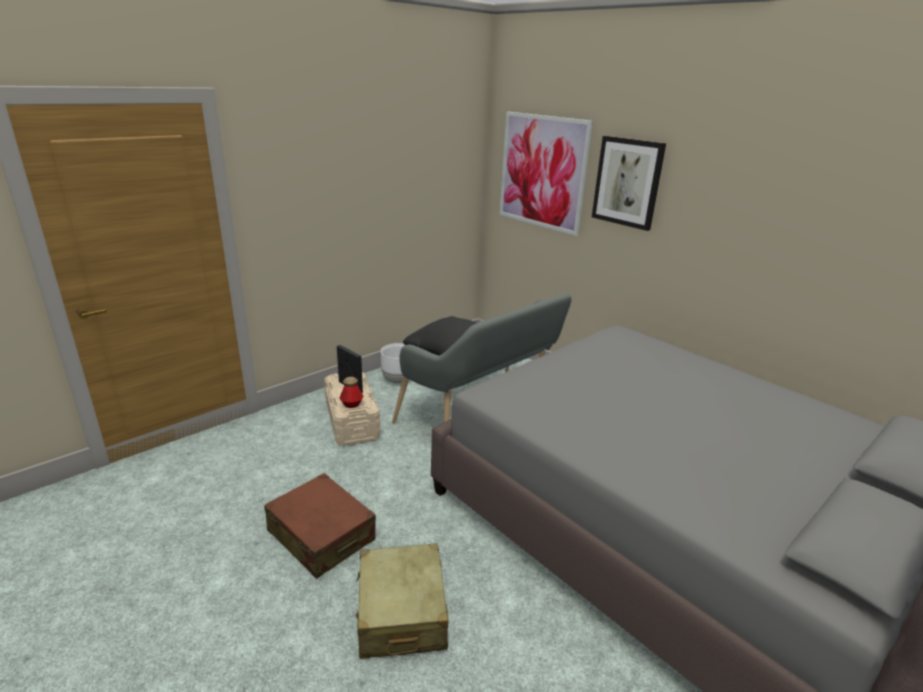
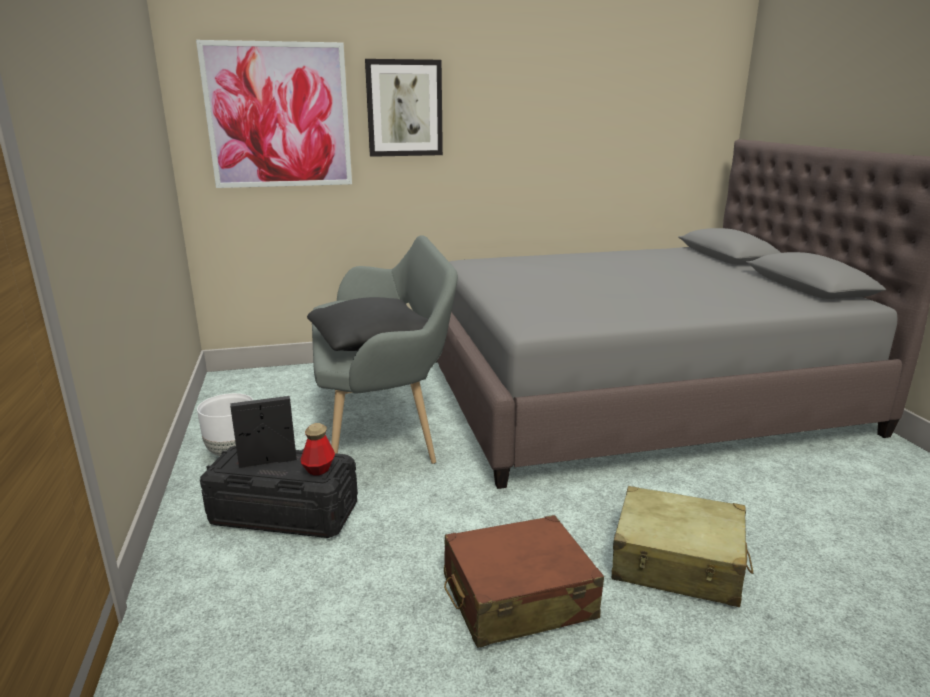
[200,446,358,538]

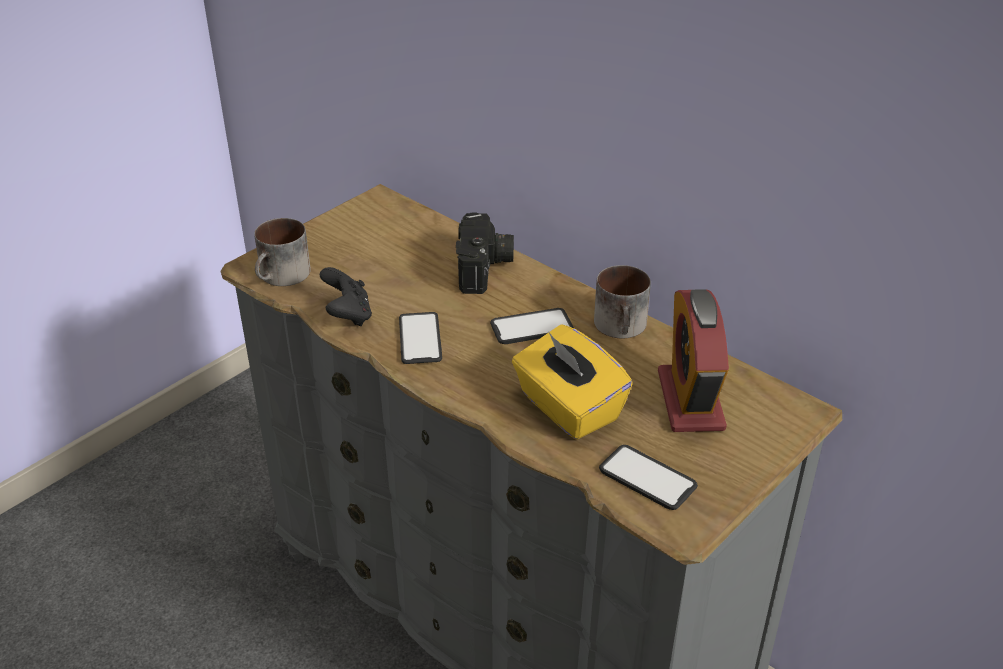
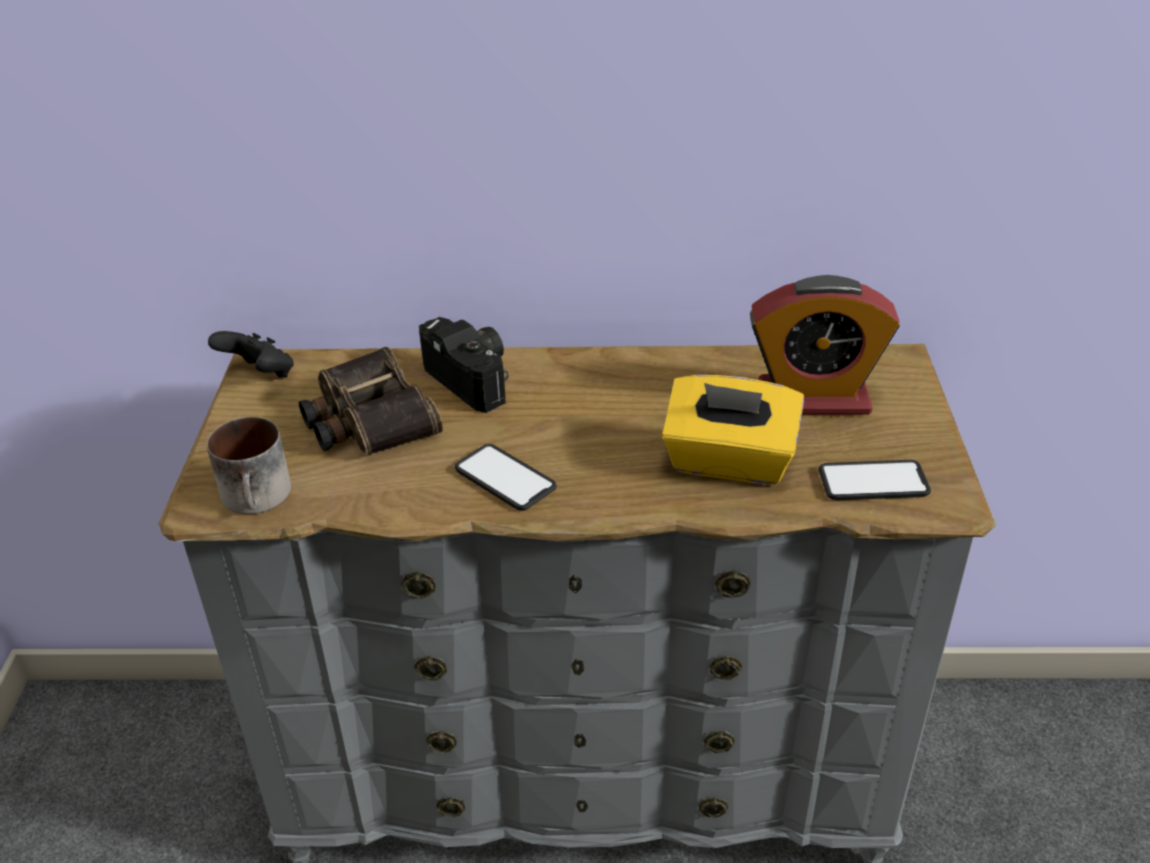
[208,331,294,378]
[490,308,574,344] (first image)
[594,265,651,338] (first image)
[750,275,900,415]
[299,347,443,456]

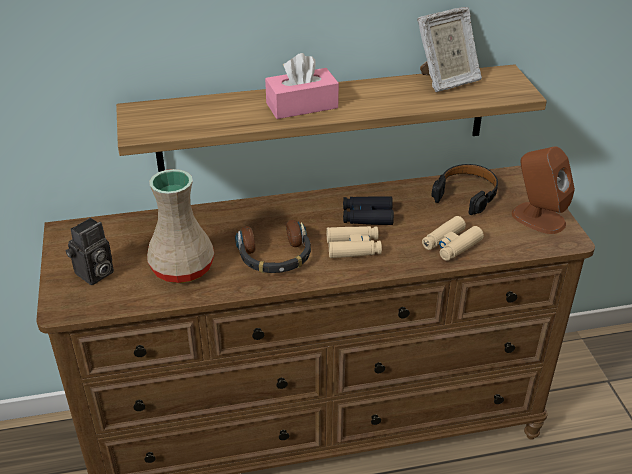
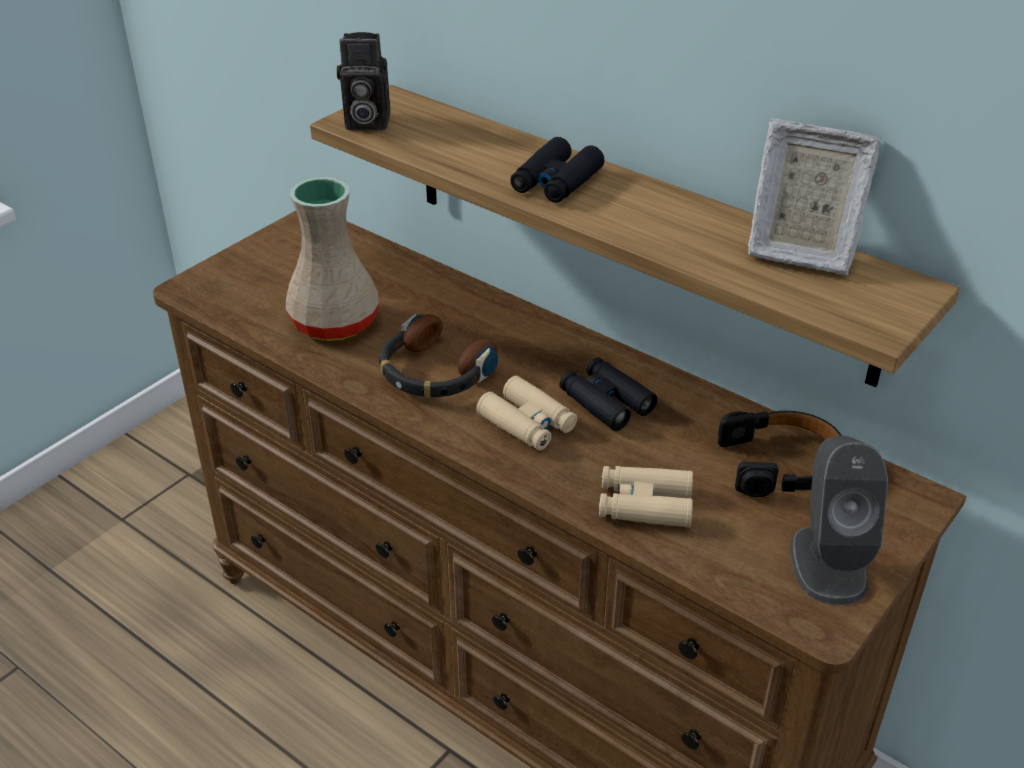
[337,32,390,130]
[510,137,604,203]
[790,435,888,605]

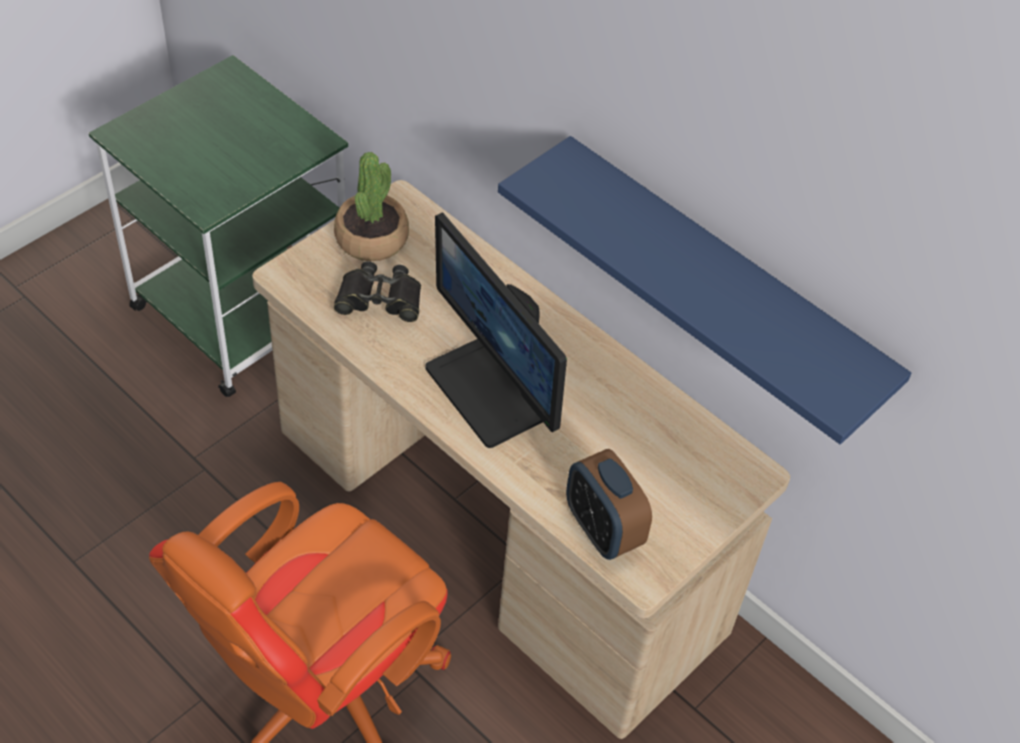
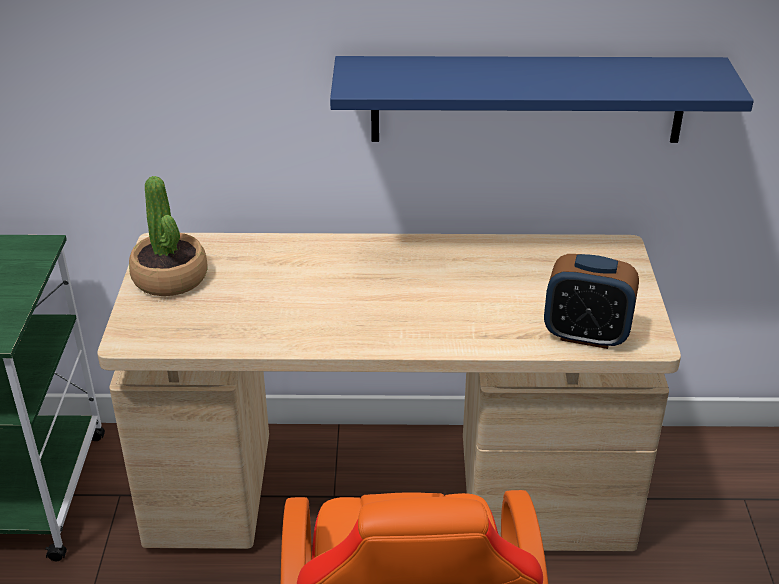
[334,261,421,322] (first image)
[425,212,567,448] (first image)

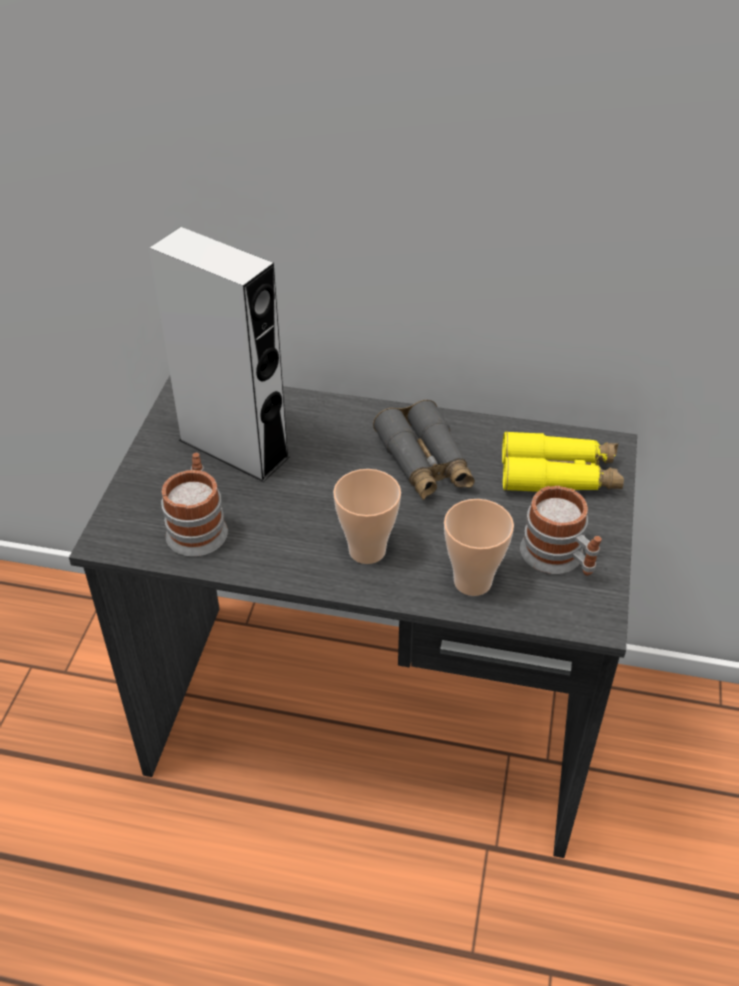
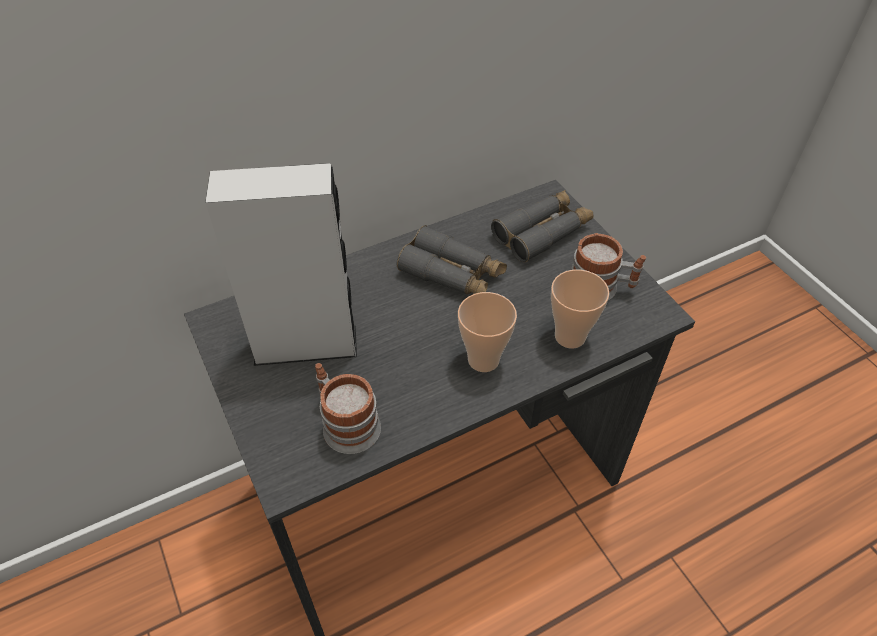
[491,190,594,262]

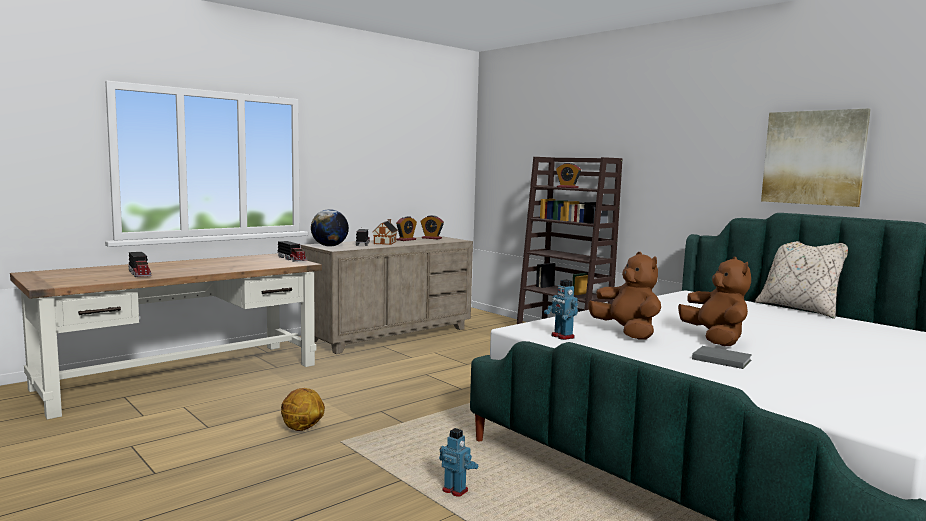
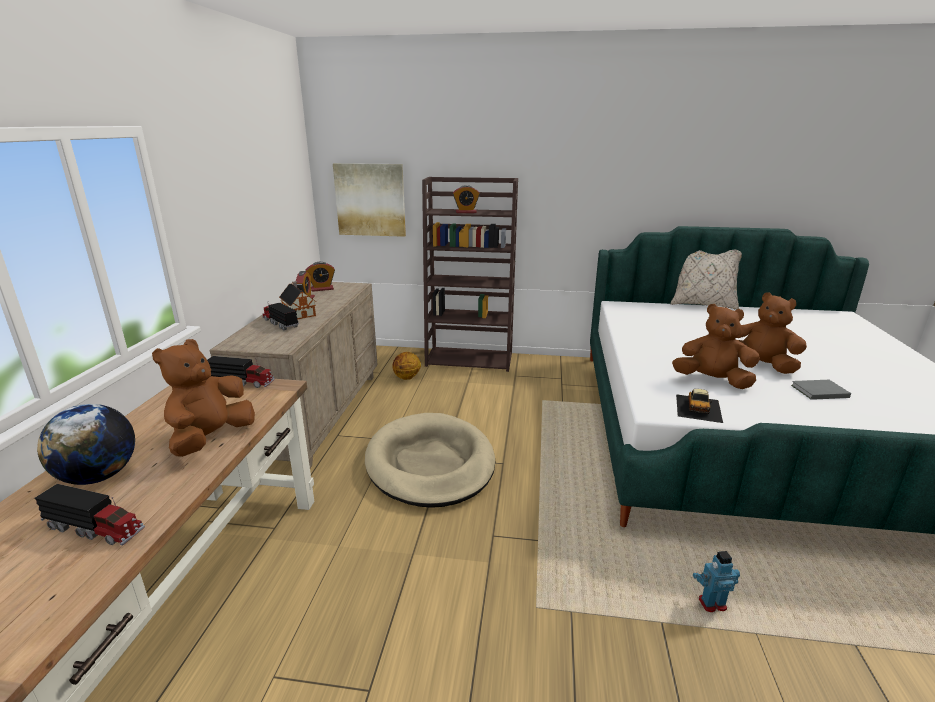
[392,352,421,380]
[37,404,135,485]
[676,389,723,423]
[333,163,406,237]
[152,339,255,457]
[365,413,495,508]

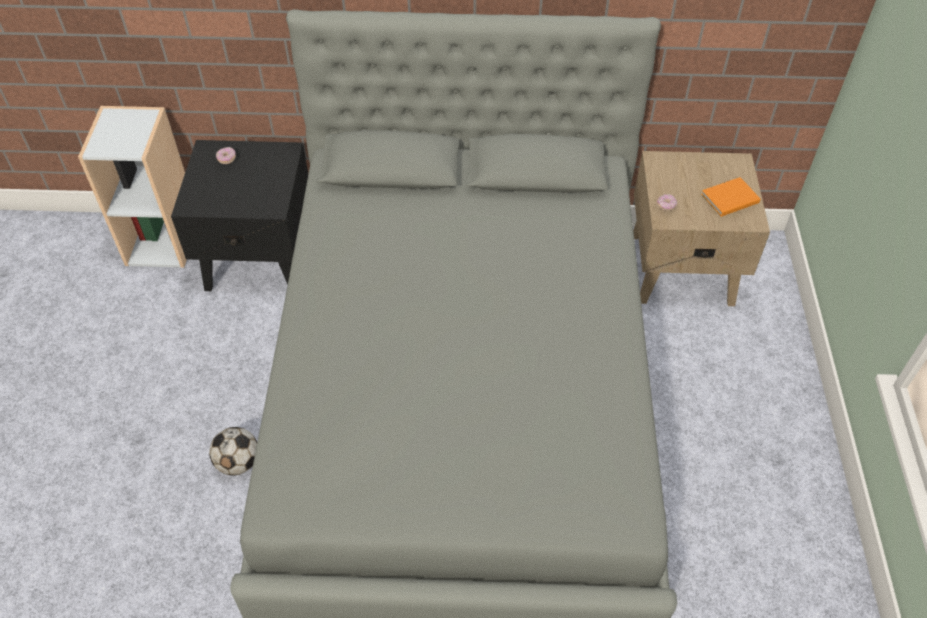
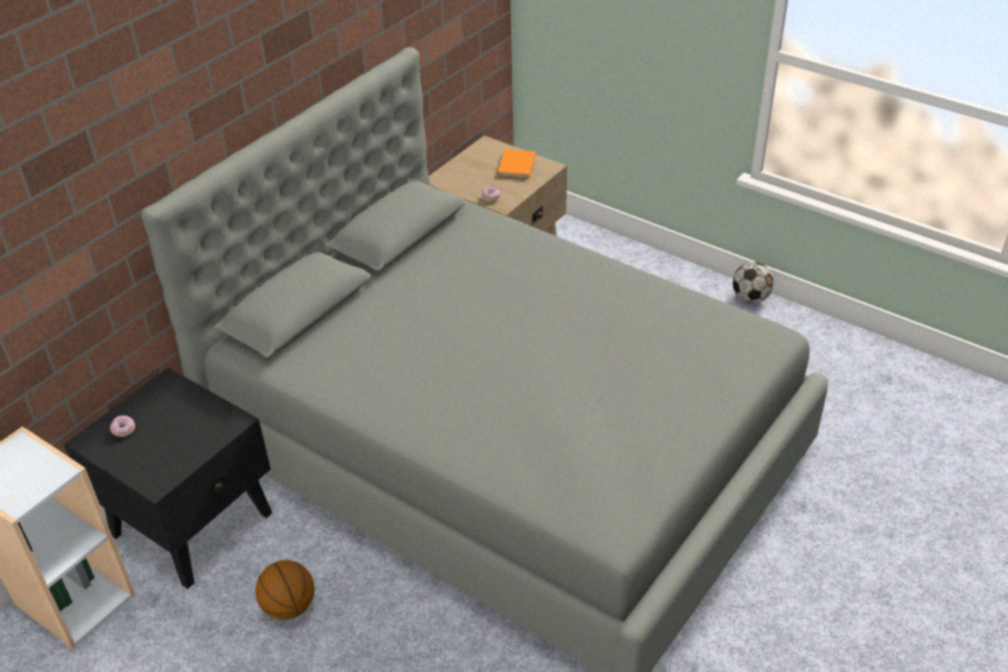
[733,262,774,303]
[255,560,314,620]

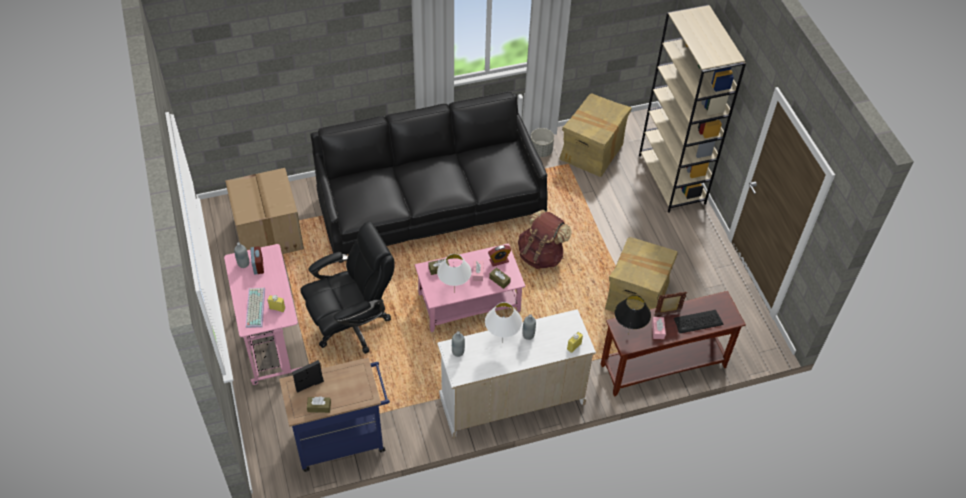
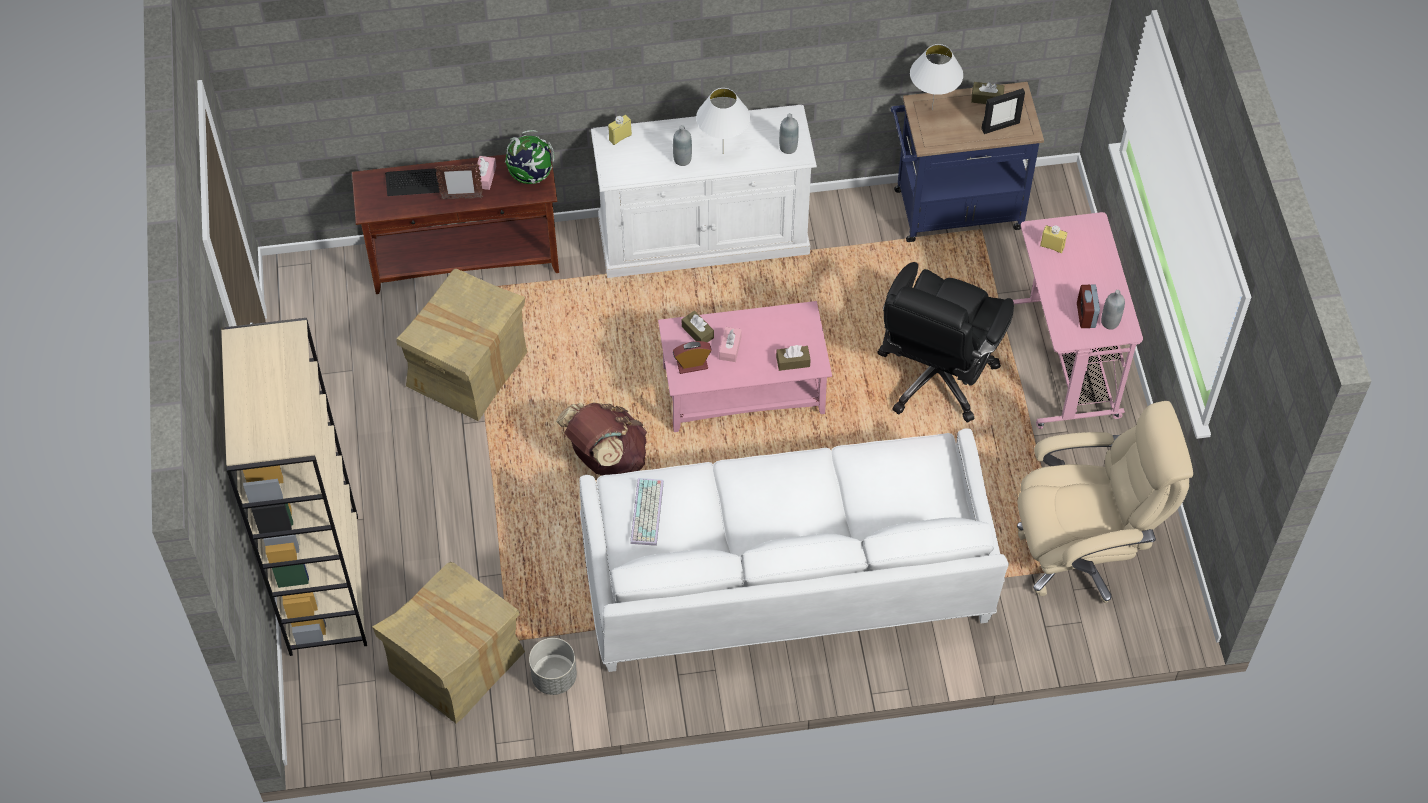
[1017,401,1193,603]
[630,478,664,546]
[878,262,1014,423]
[579,428,1009,672]
[910,44,963,110]
[505,130,554,184]

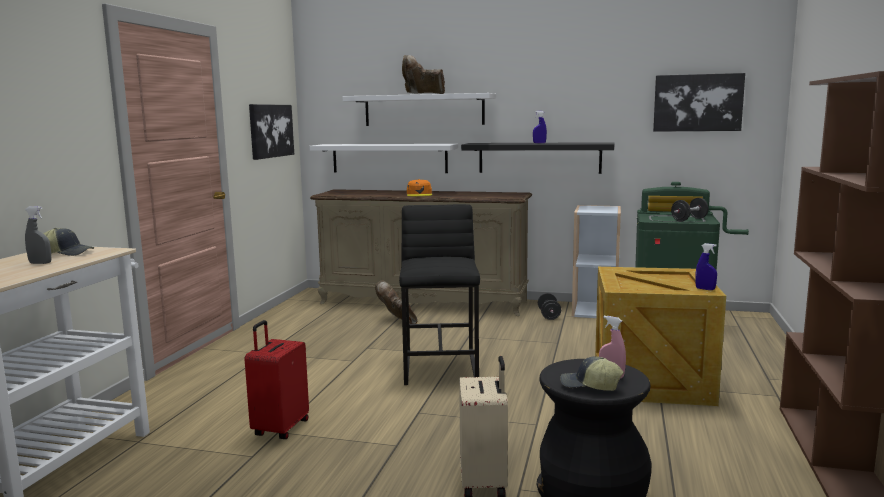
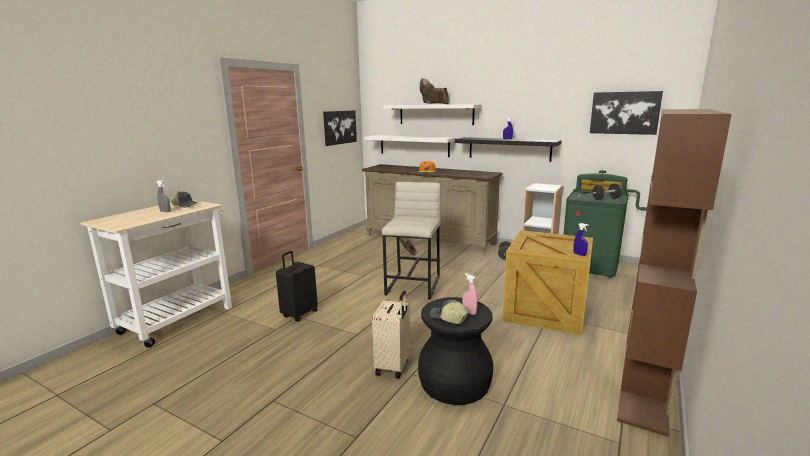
[276,251,318,322]
[382,182,441,299]

